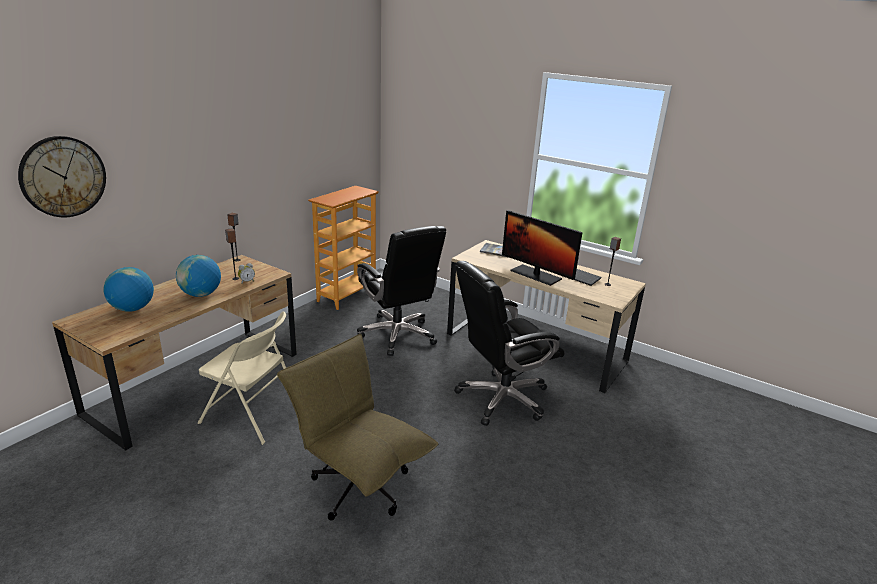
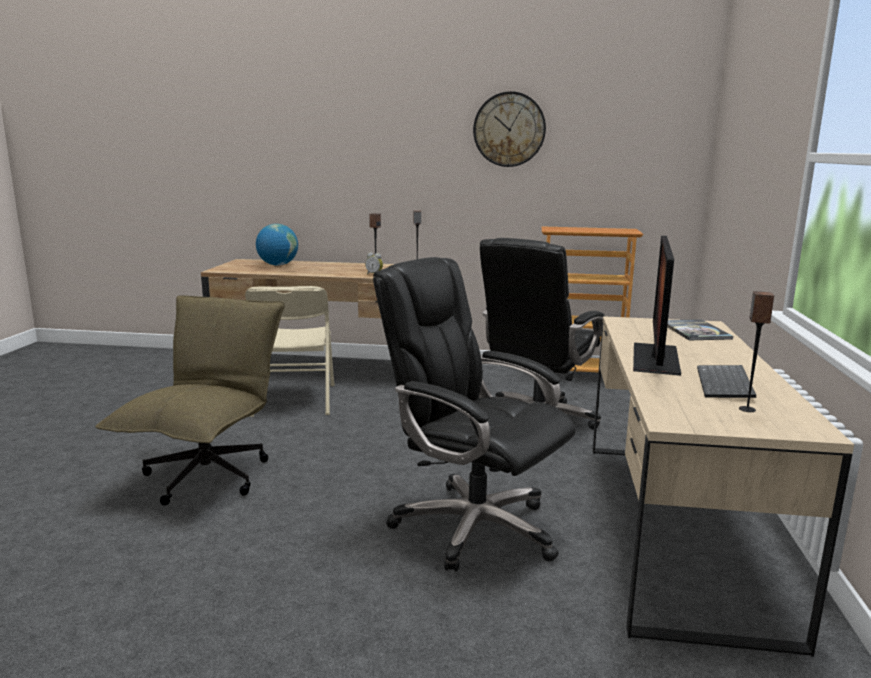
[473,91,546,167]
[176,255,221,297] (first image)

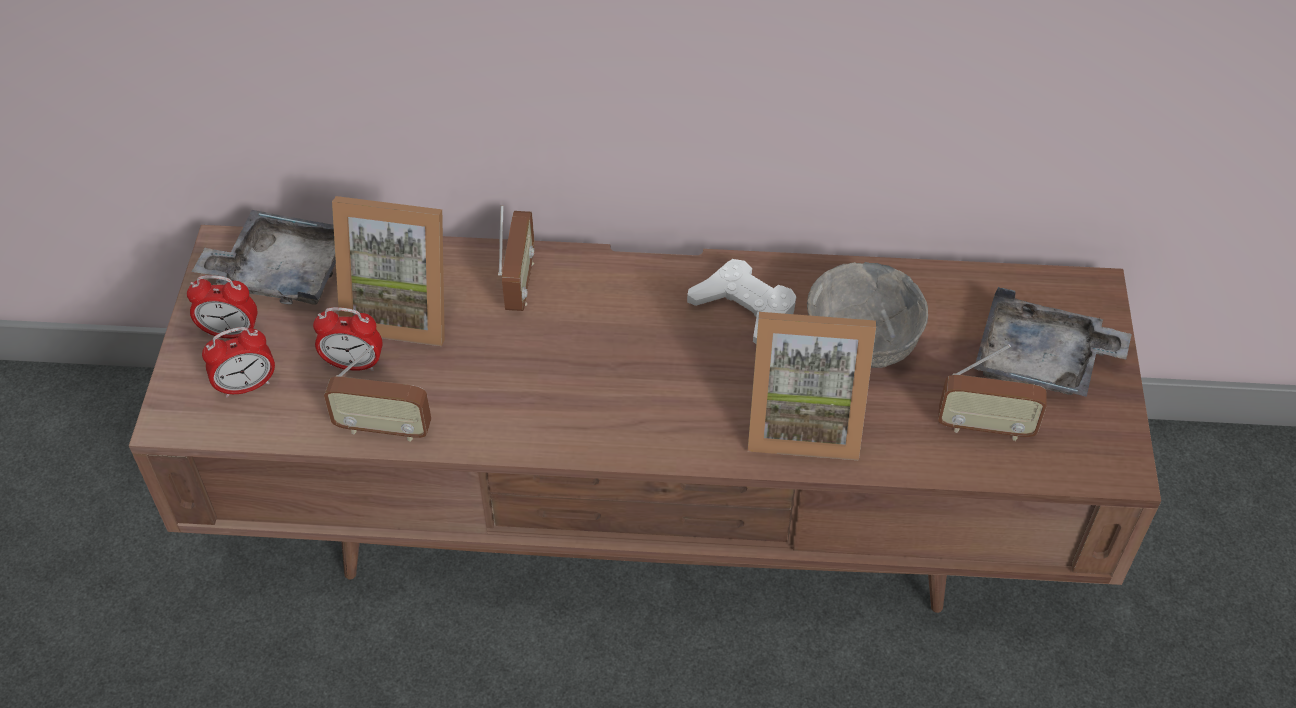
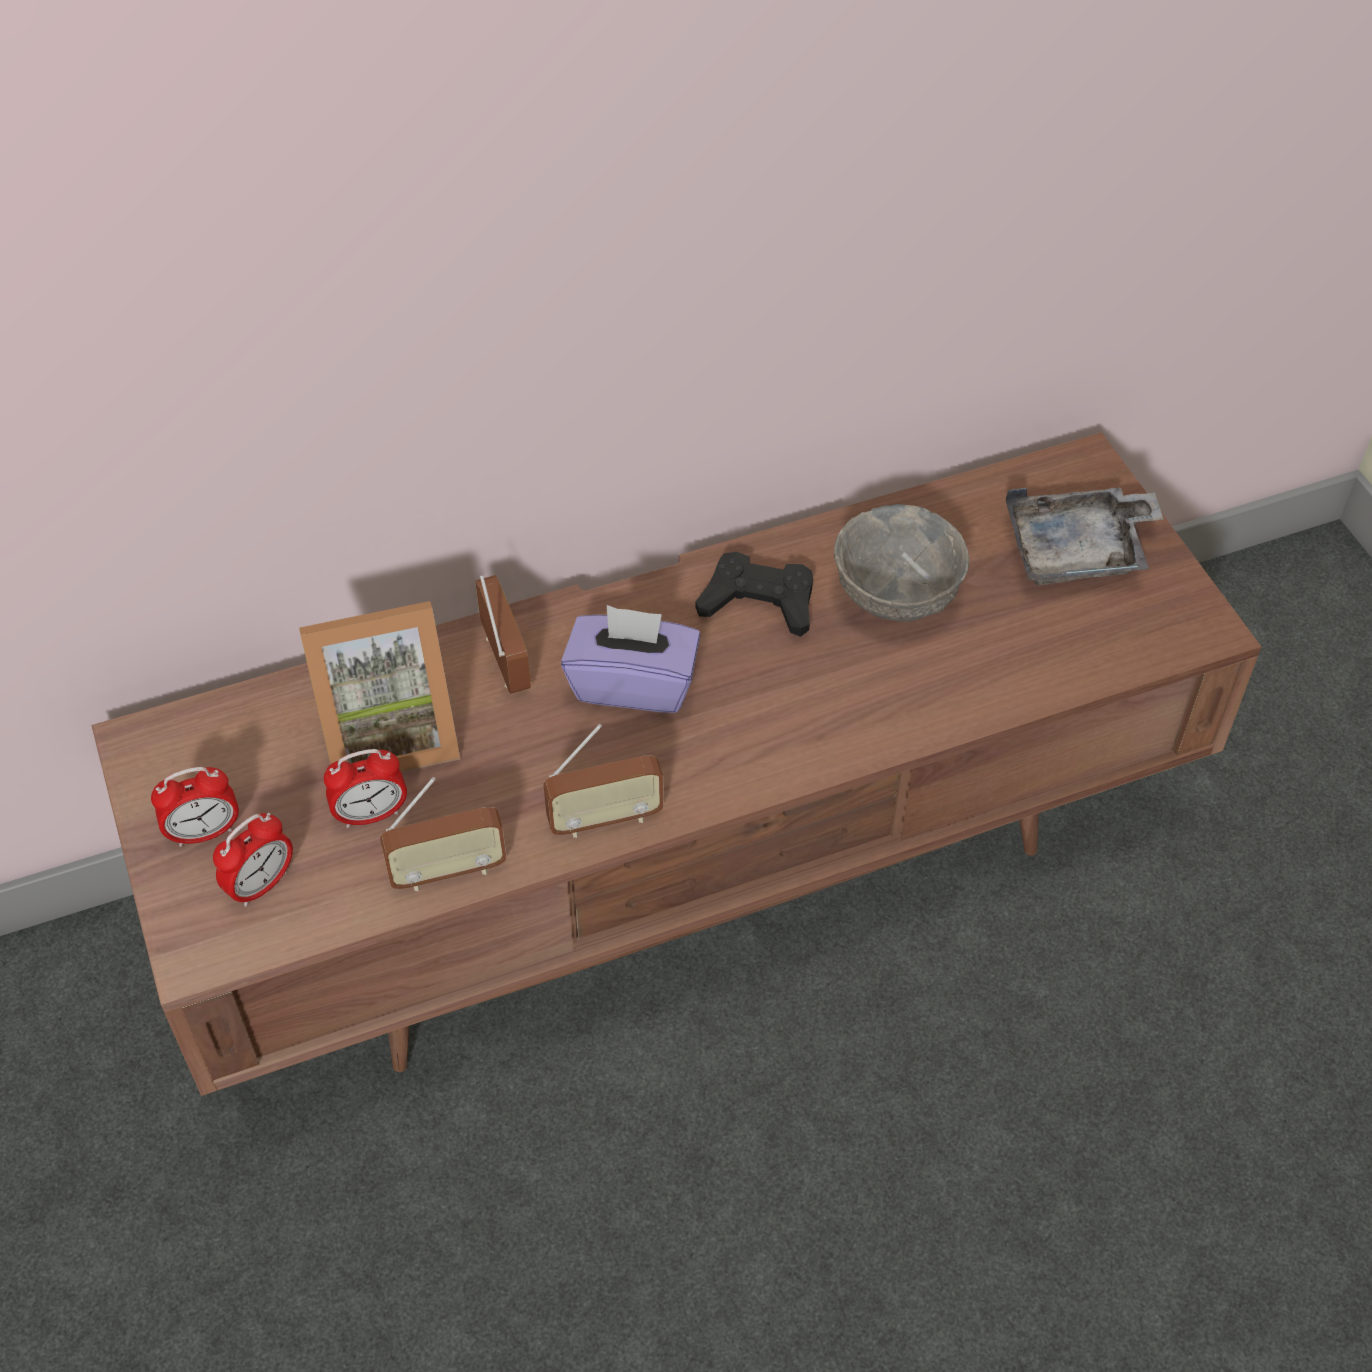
[192,210,336,305] (first image)
[695,552,813,637]
[748,312,876,460] (first image)
[543,724,664,838]
[561,605,701,713]

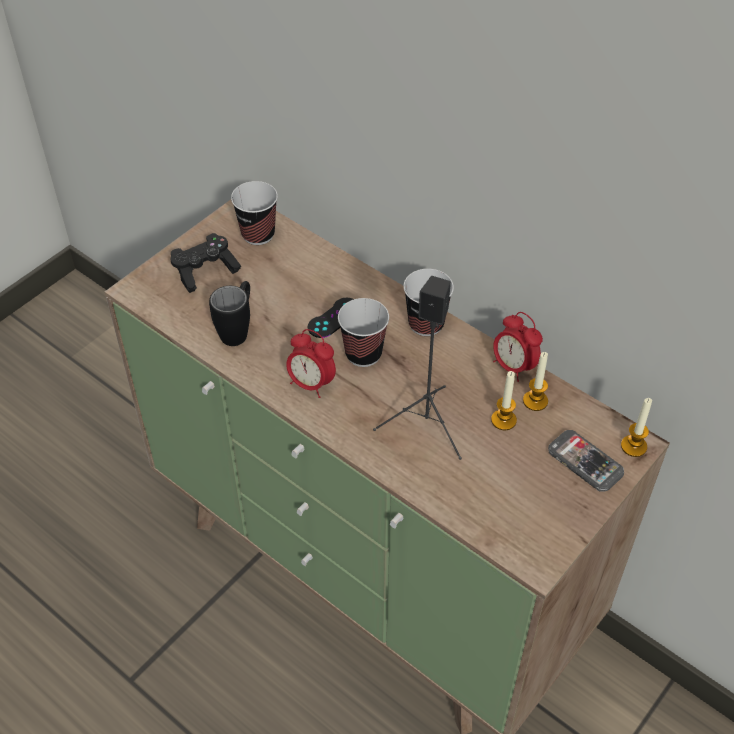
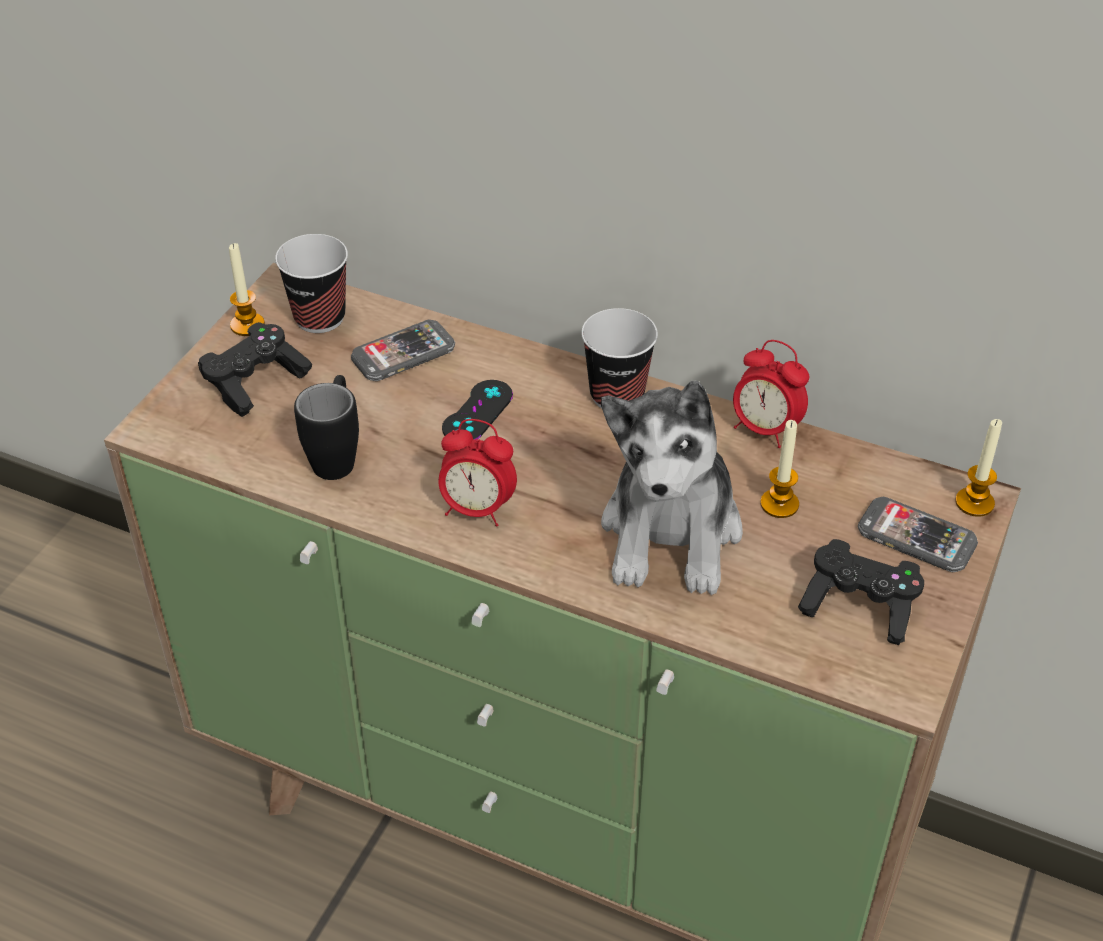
[338,298,389,367] (first image)
[601,380,743,595]
[229,243,265,336]
[351,320,455,381]
[798,539,924,645]

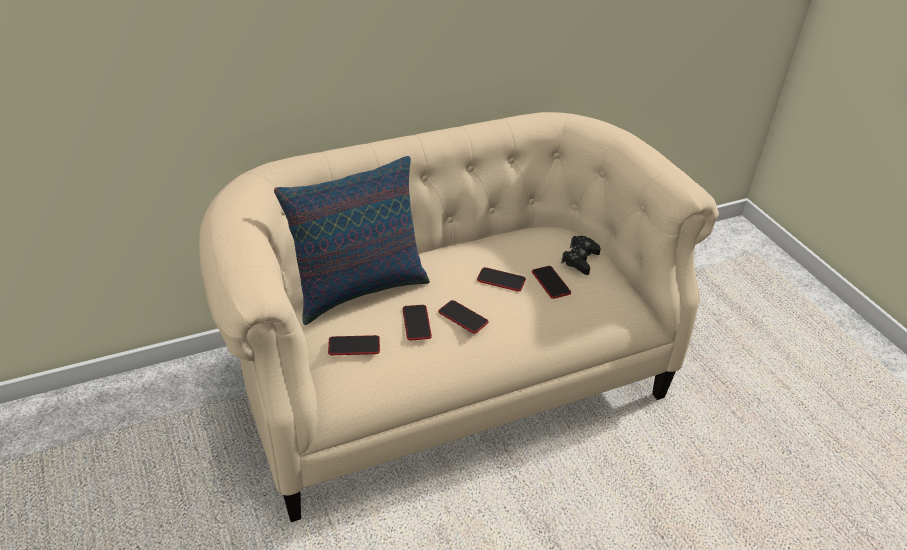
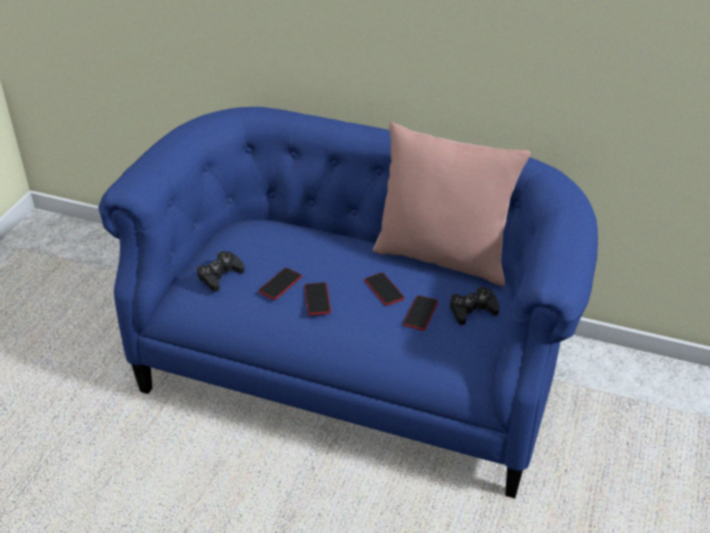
[98,107,598,499]
[274,156,430,325] (first image)
[197,251,244,292]
[373,122,531,286]

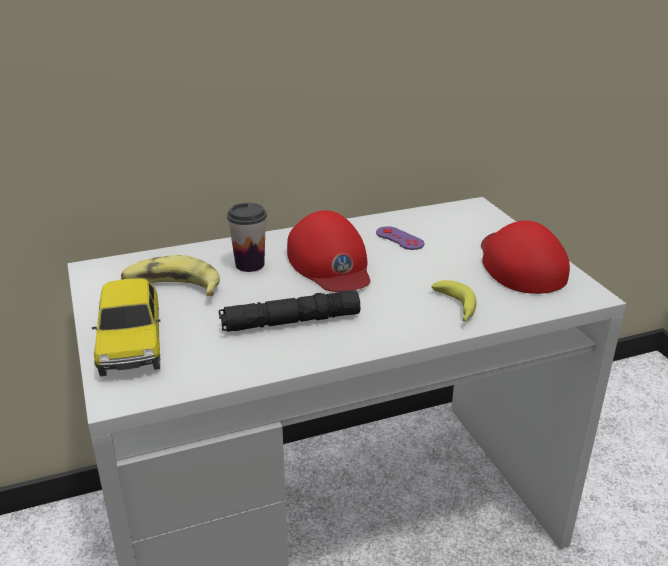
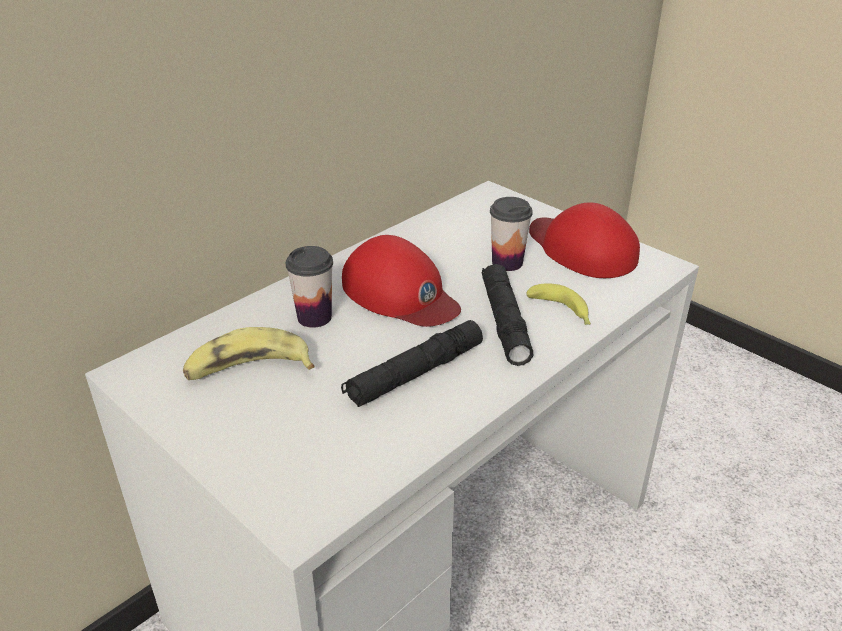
[92,279,161,377] (first image)
[376,226,424,250] (first image)
[482,264,533,366]
[490,197,533,271]

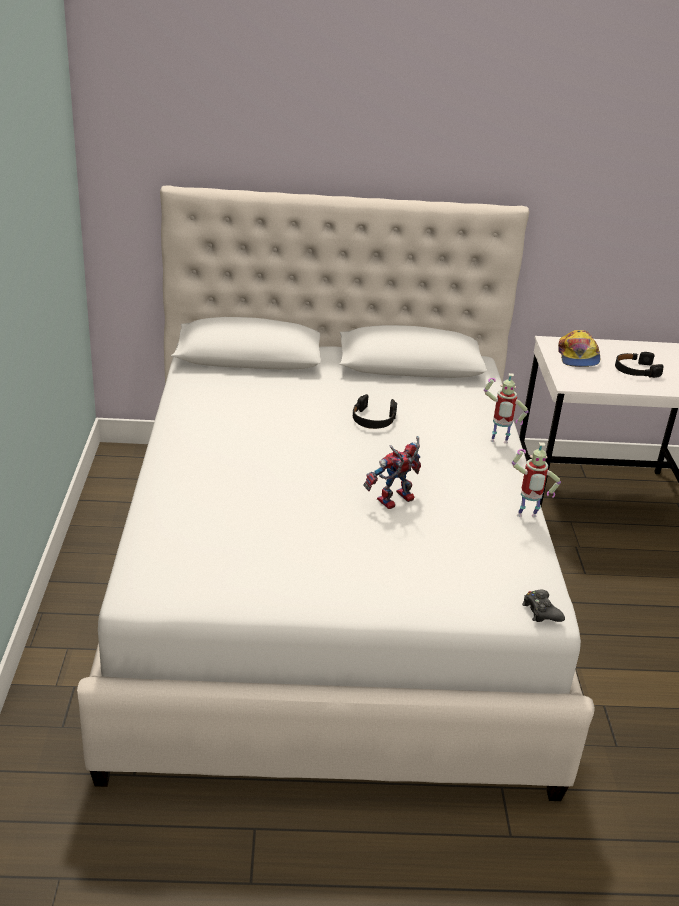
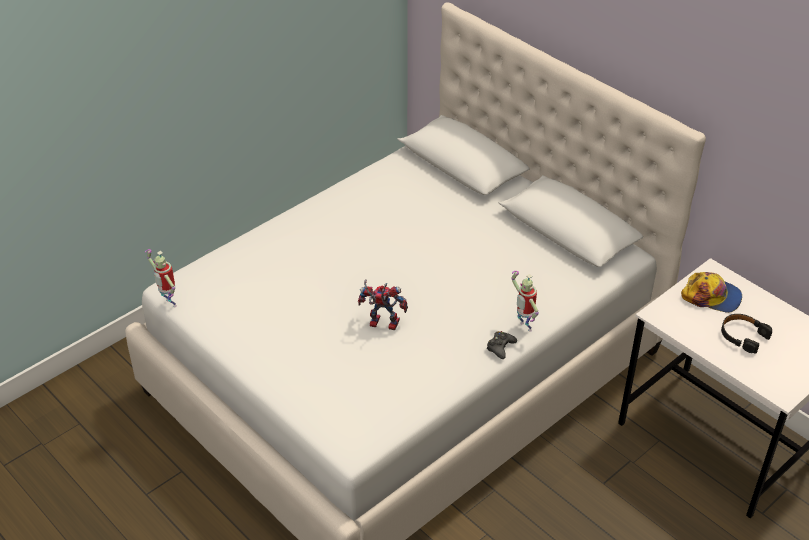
[353,394,397,429] (first image)
[145,249,177,307]
[487,331,517,359]
[681,272,742,313]

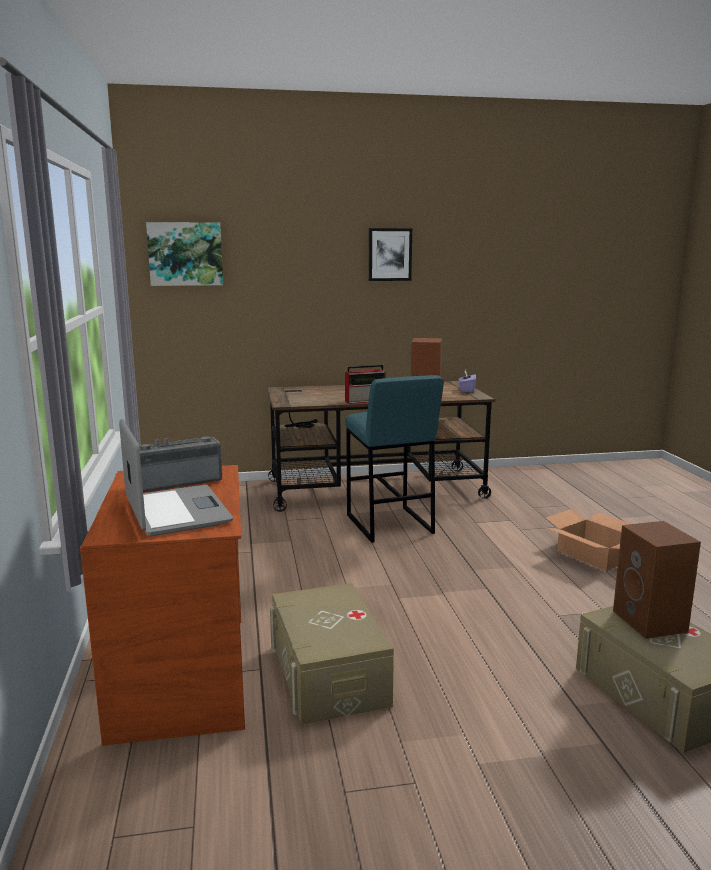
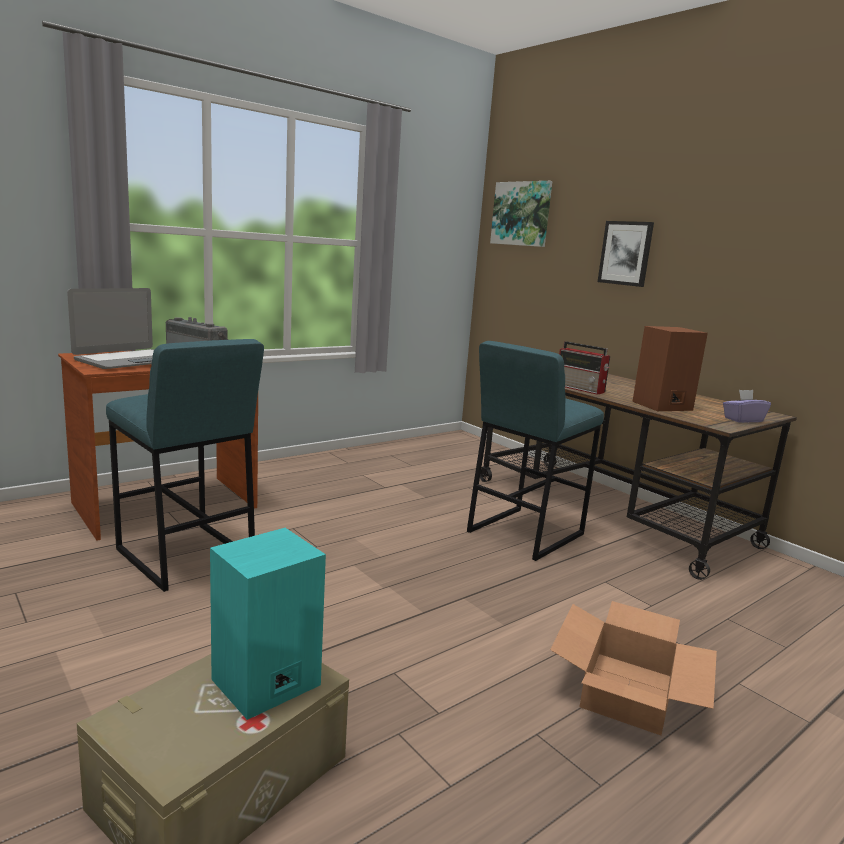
[106,339,264,592]
[598,221,654,287]
[210,528,326,720]

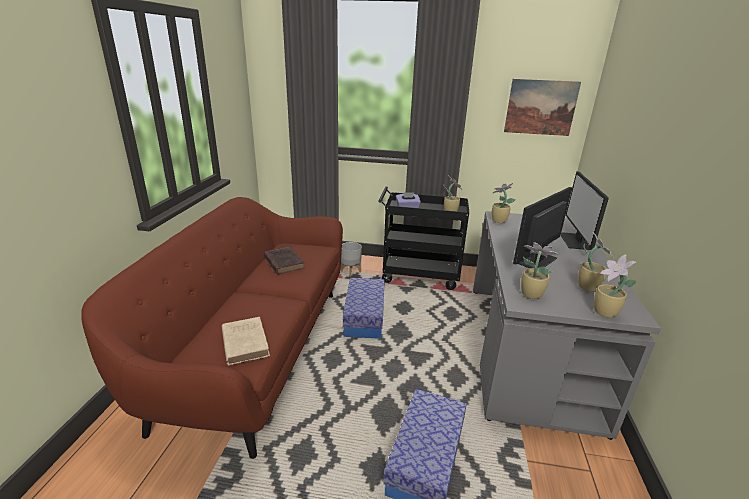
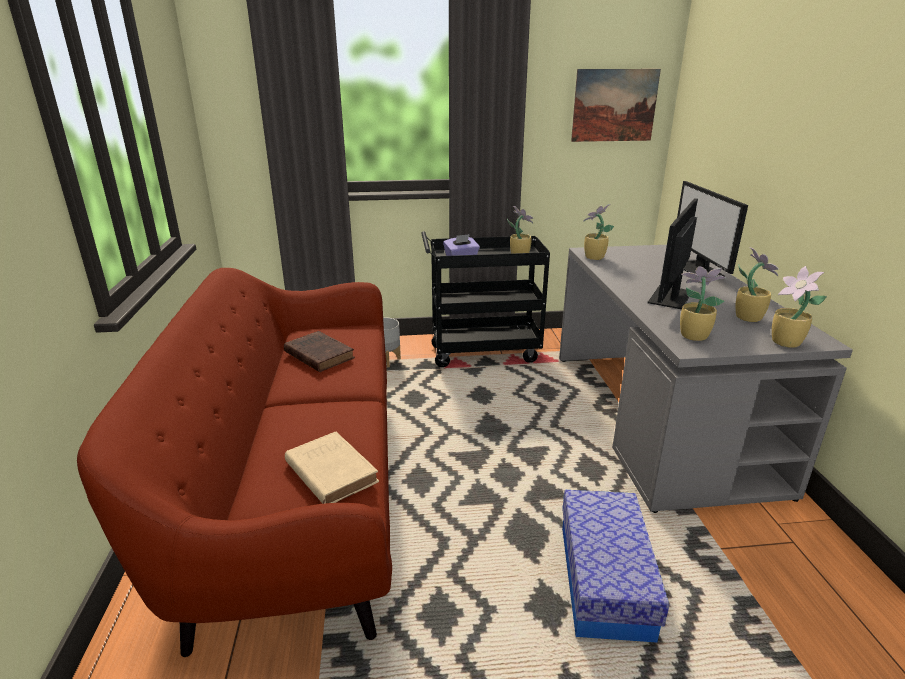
[343,278,385,339] (first image)

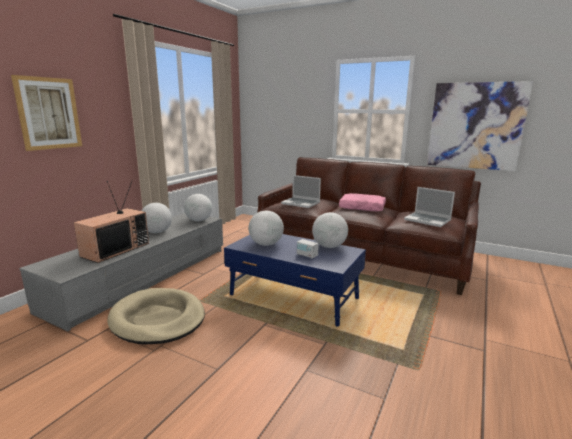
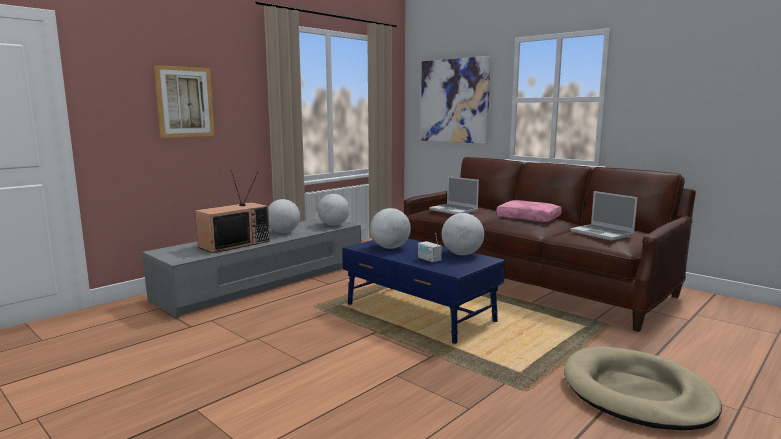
[564,346,722,430]
[421,56,491,144]

